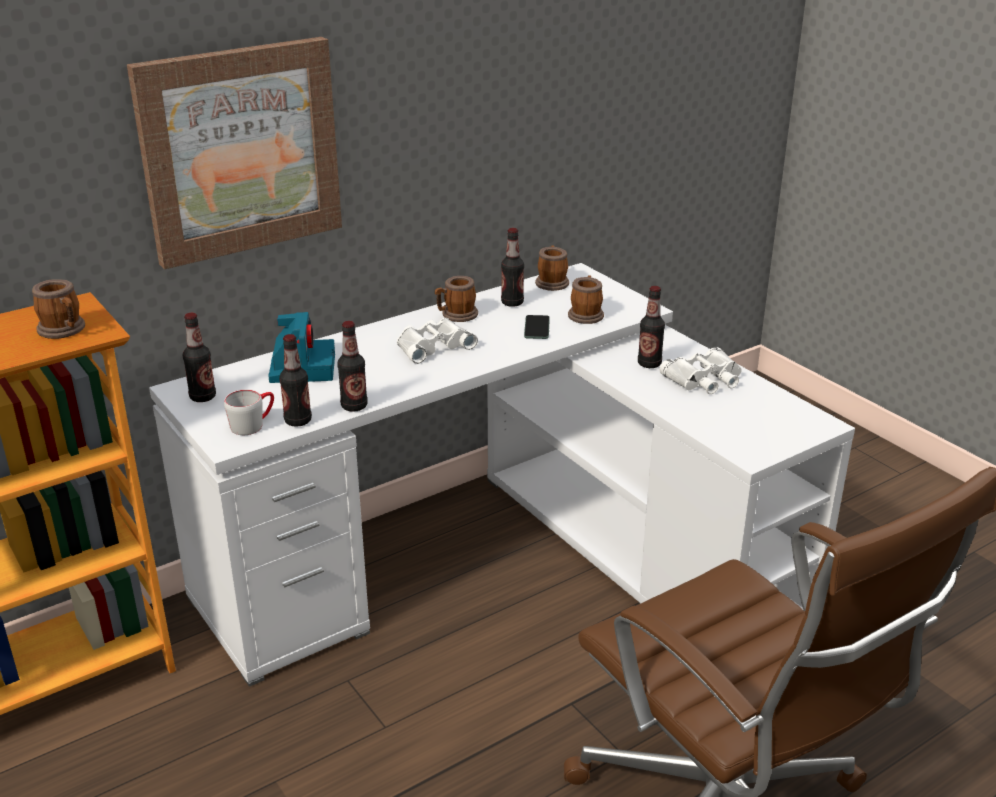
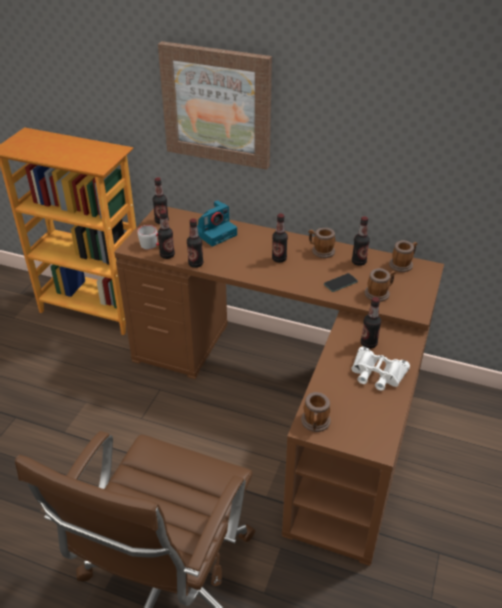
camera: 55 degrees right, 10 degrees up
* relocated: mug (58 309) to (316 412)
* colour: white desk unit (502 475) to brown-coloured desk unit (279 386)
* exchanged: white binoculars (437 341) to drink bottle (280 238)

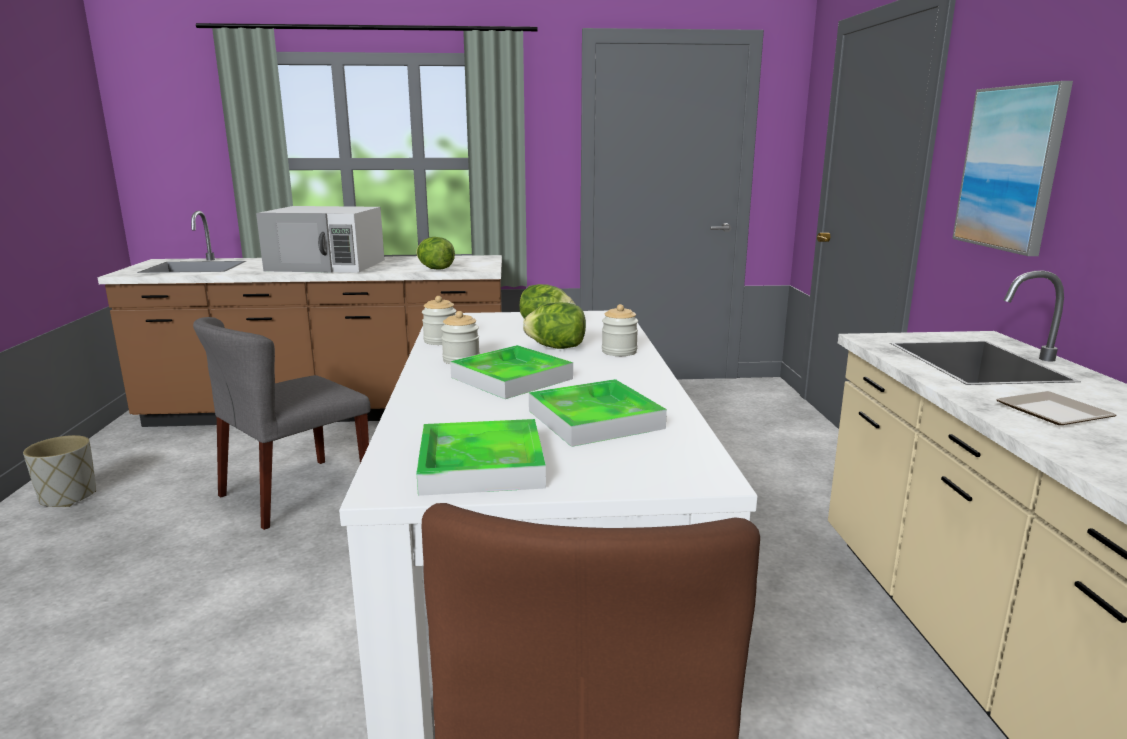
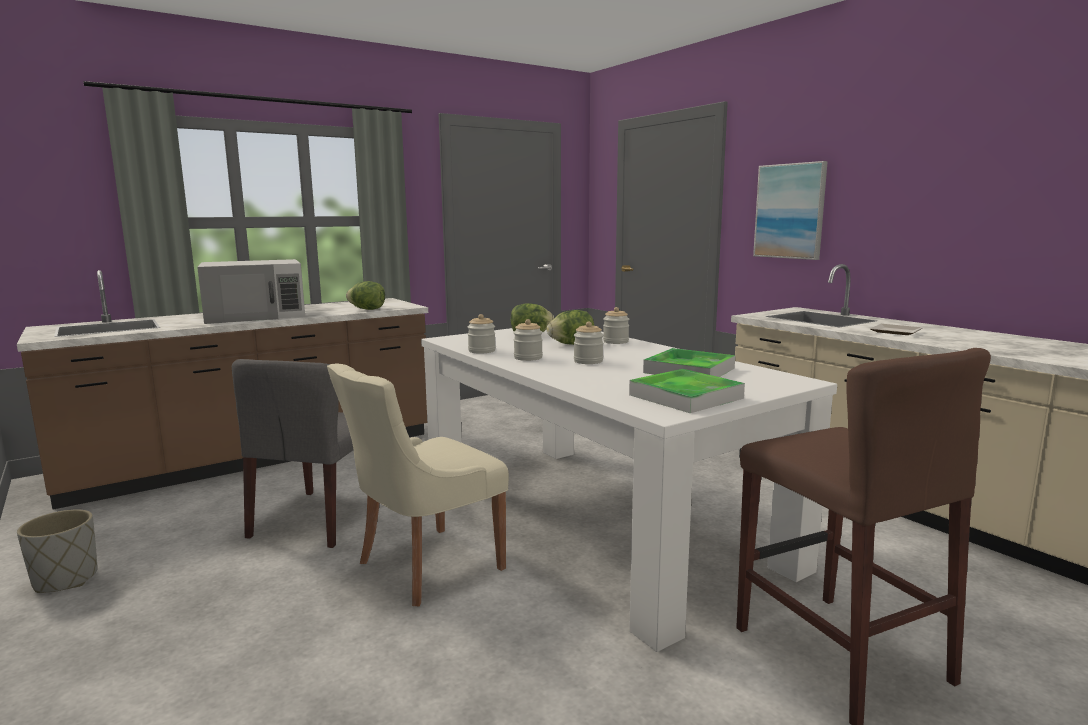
camera: 30 degrees left, 5 degrees down
* exchanged: carrying tray (511 372) to preserve jar (589 343)
* appeared: beige-coloured plain chair (418 484)

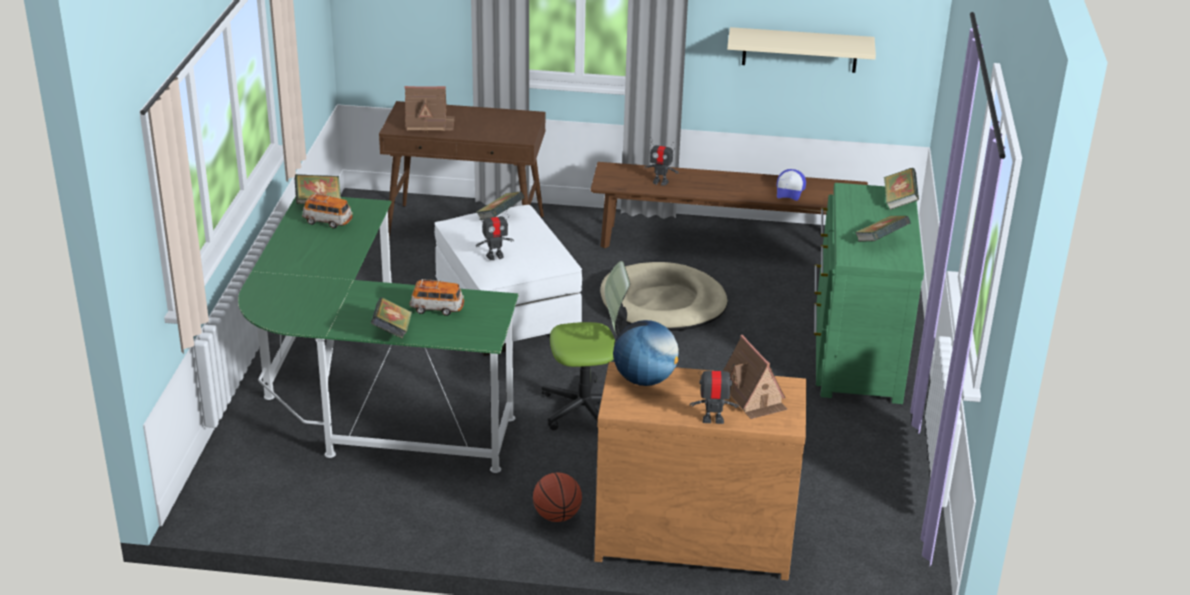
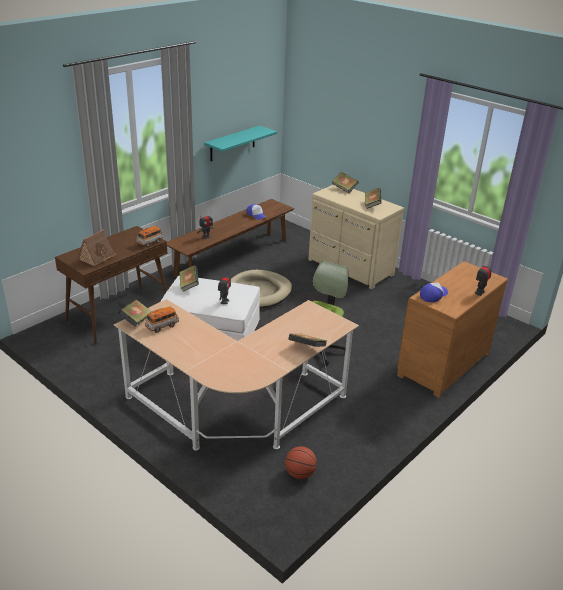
camera: 55 degrees left, 0 degrees up
* colour: green desk unit (378 334) to beige-coloured desk unit (236 375)
* relocated: toy car (436 297) to (149 236)
* relocated: basketball ball (557 497) to (301 462)
* exchanged: desk globe (646 353) to cap (434 292)
* missing: model house (755 377)
* colour: beige-coloured wall shelf (801 50) to turquoise wall shelf (240 143)
* colour: green drawer chest (869 293) to beige-coloured drawer chest (356 237)

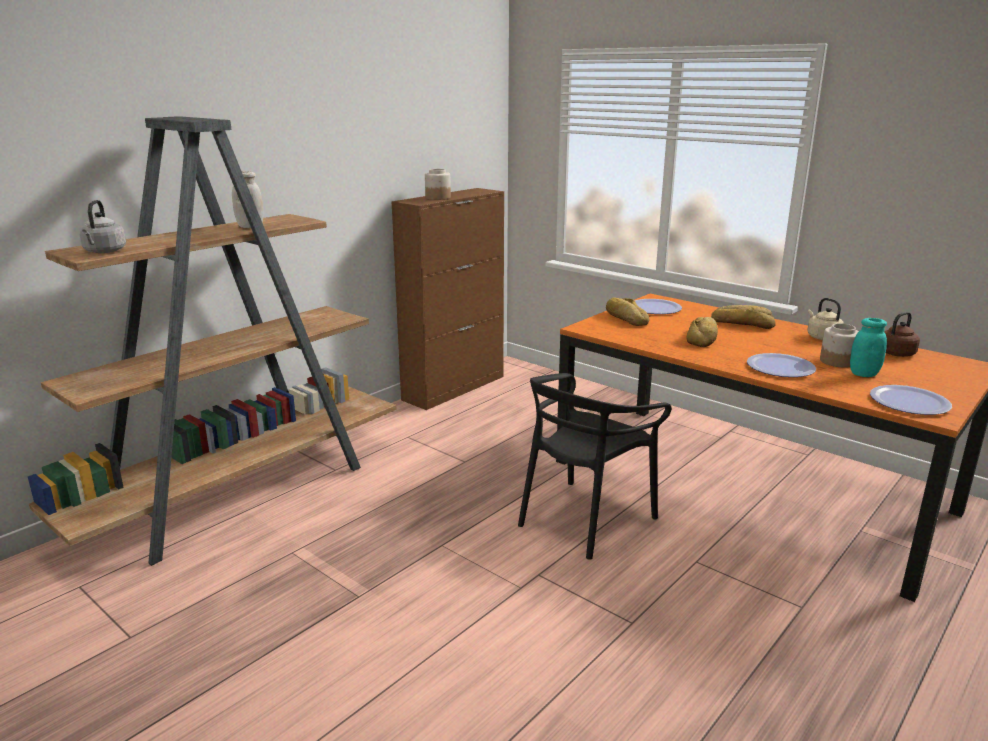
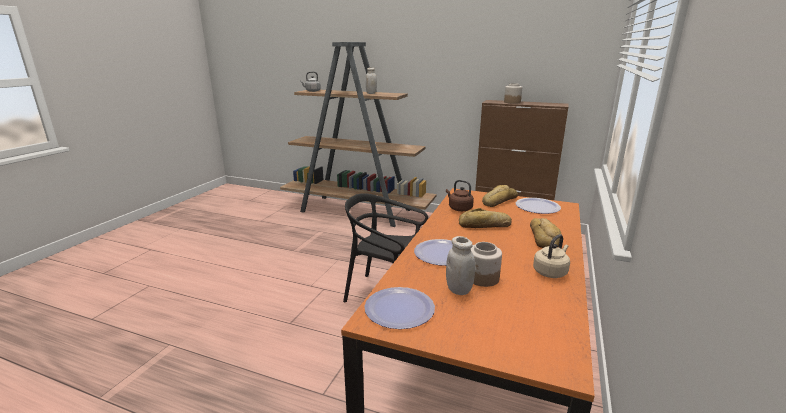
camera: 70 degrees right, 0 degrees up
* colour: turquoise preserve jar (868 347) to white preserve jar (460 265)
* relocated: brown-coloured kettle (902 334) to (460 195)

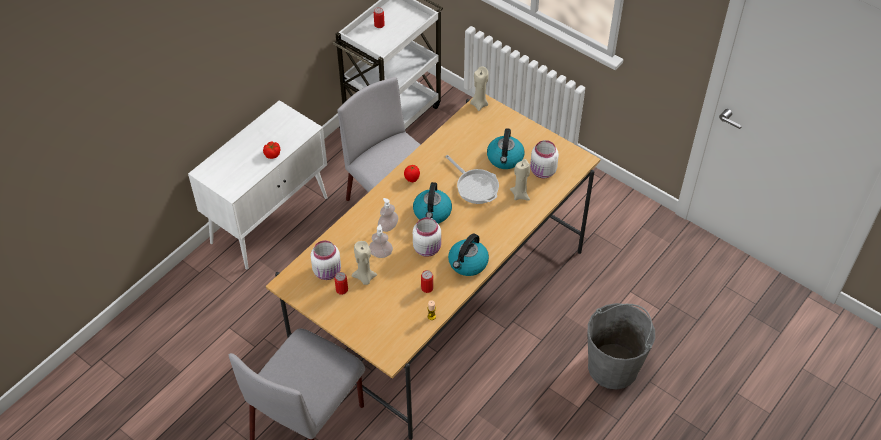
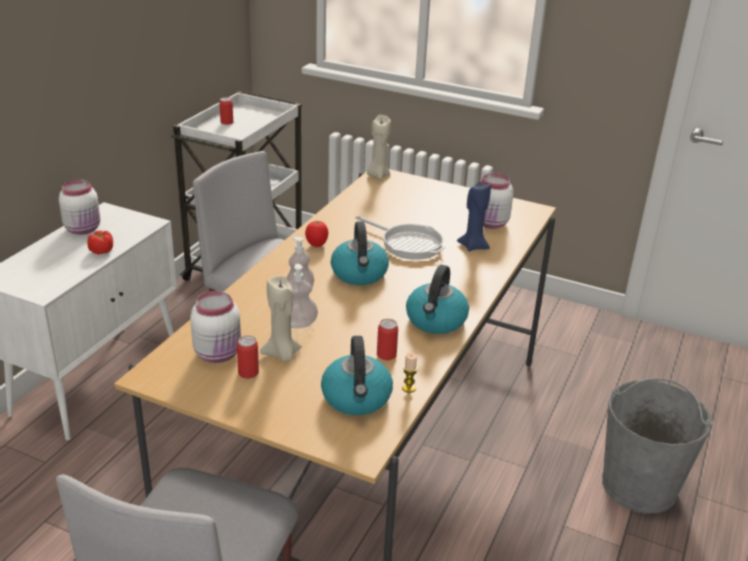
camera: 15 degrees left, 20 degrees down
* relocated: white preserve jar (427 237) to (79 207)
* relocated: kettle (505 148) to (357 375)
* colour: beige-coloured wax candle (520 180) to blue wax candle (474 216)

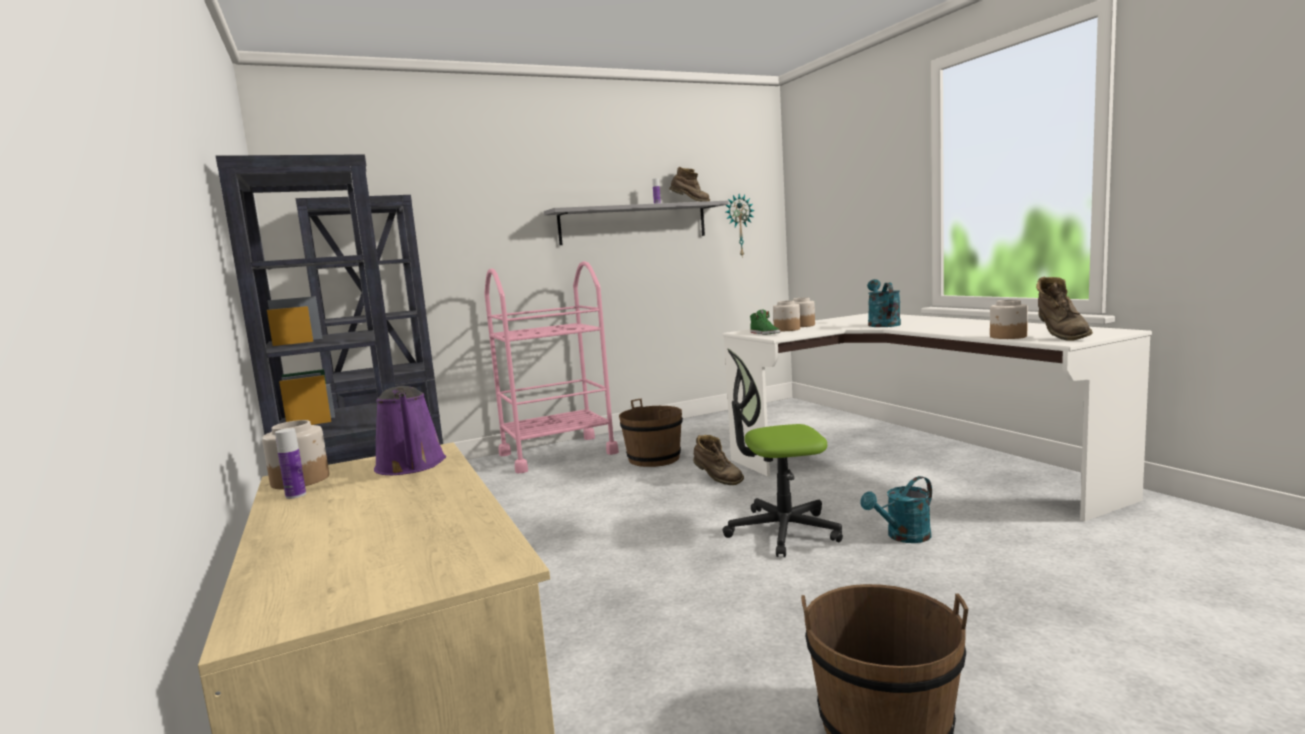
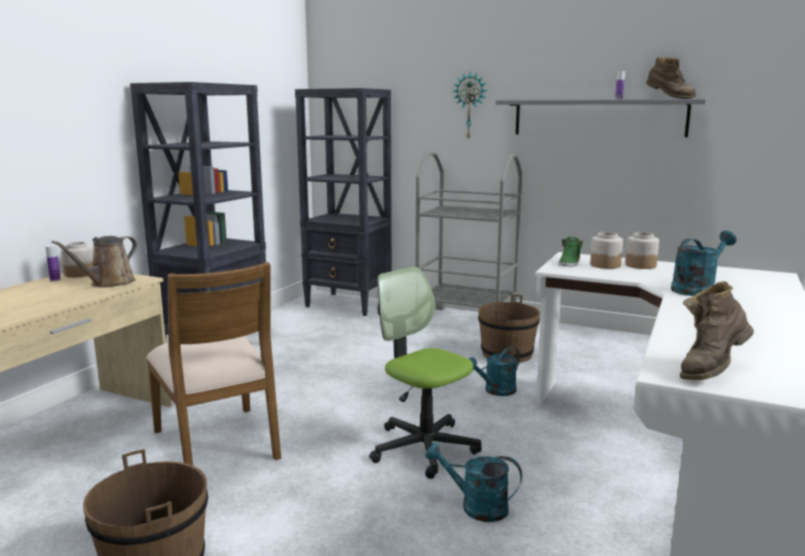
camera: 50 degrees right, 5 degrees up
* colour: purplish watering pot (410 430) to brown-coloured watering pot (94 262)
* colour: pinkish cart (551 367) to gray cart (469 230)
* exchanged: brown-coloured boot (718 460) to turquoise watering pot (494 371)
* relocated: hanging clock (740 225) to (470 105)
* missing: preserve jar (1009 319)
* appeared: brown-coloured plain chair (213 363)

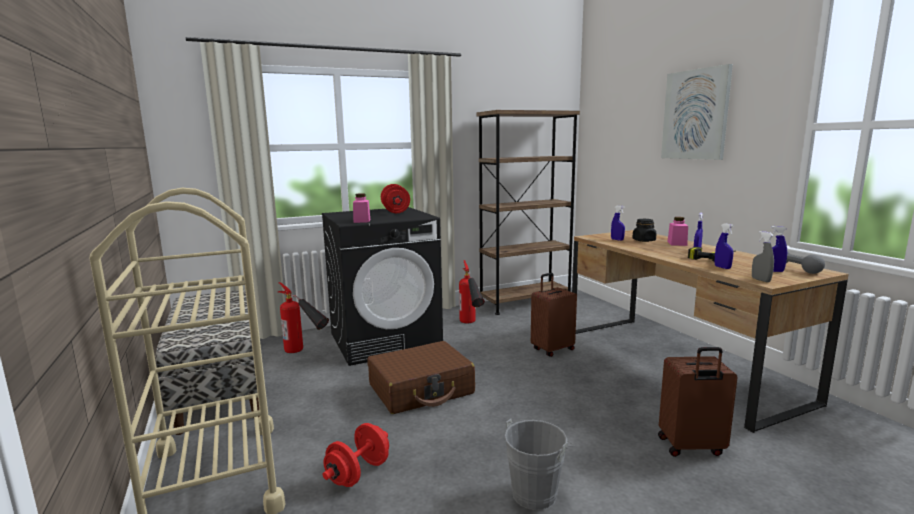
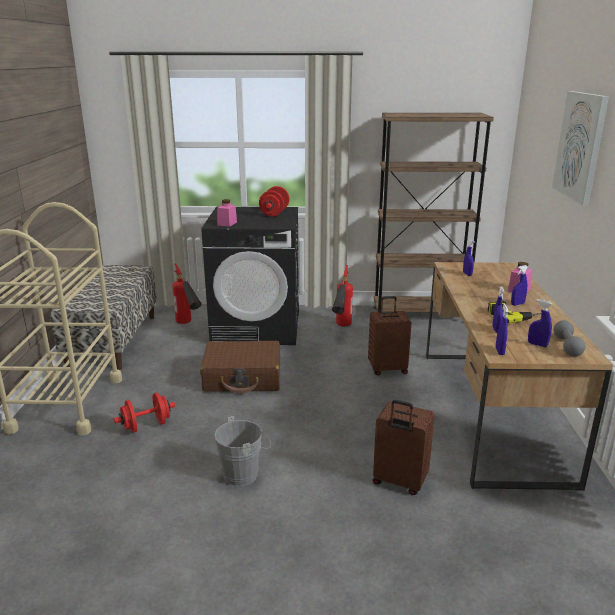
camera: 25 degrees right, 10 degrees up
* missing: blackish preserve jar (644 230)
* colour: gray sprayer (763 256) to blue sprayer (502 329)

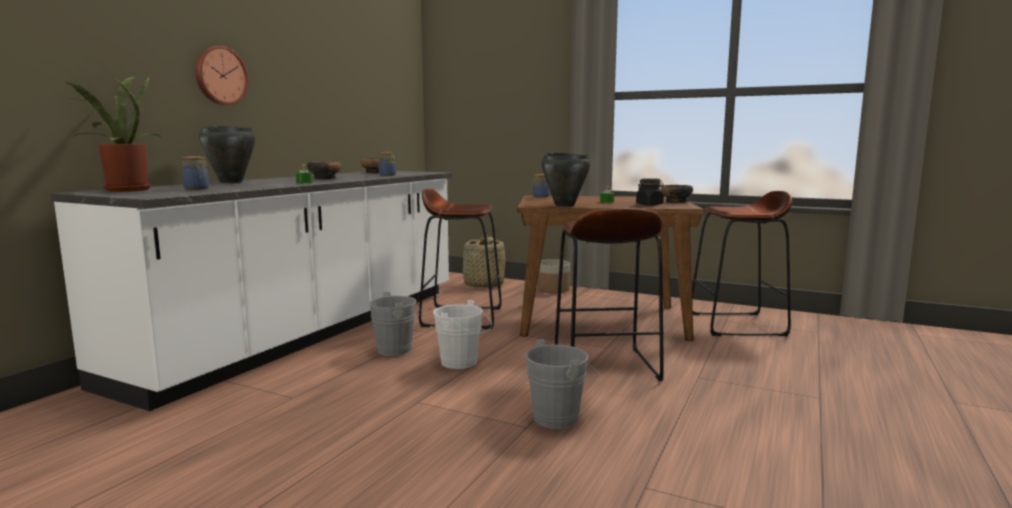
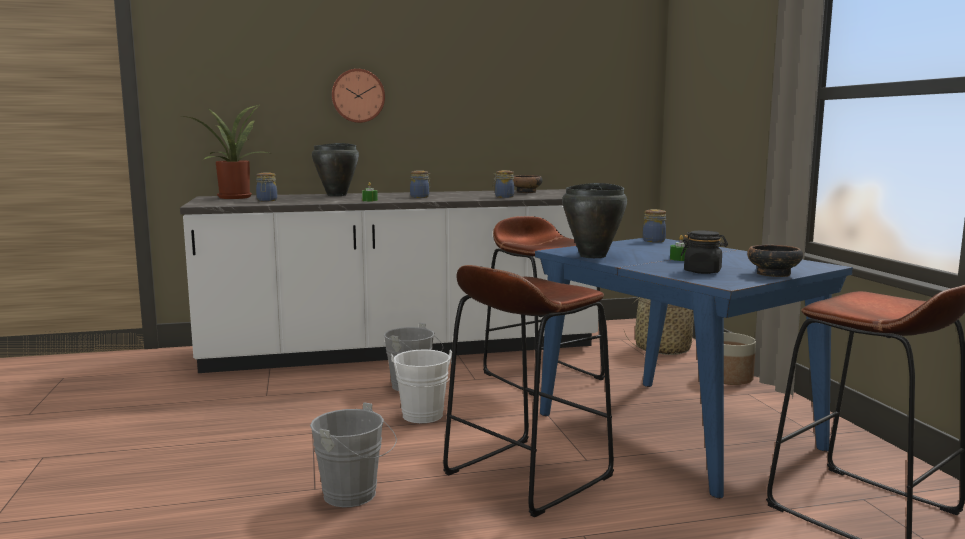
camera: 50 degrees right, 0 degrees up
* exchanged: bowl (324 171) to preserve jar (420 184)
* colour: brown-coloured kitchen table (611 268) to blue kitchen table (694 368)

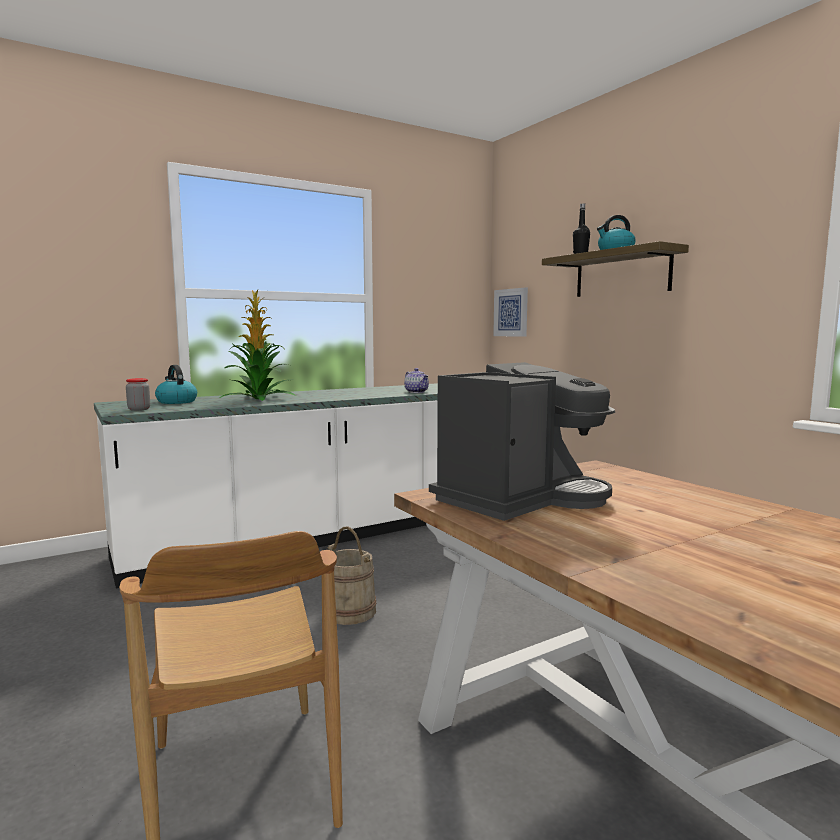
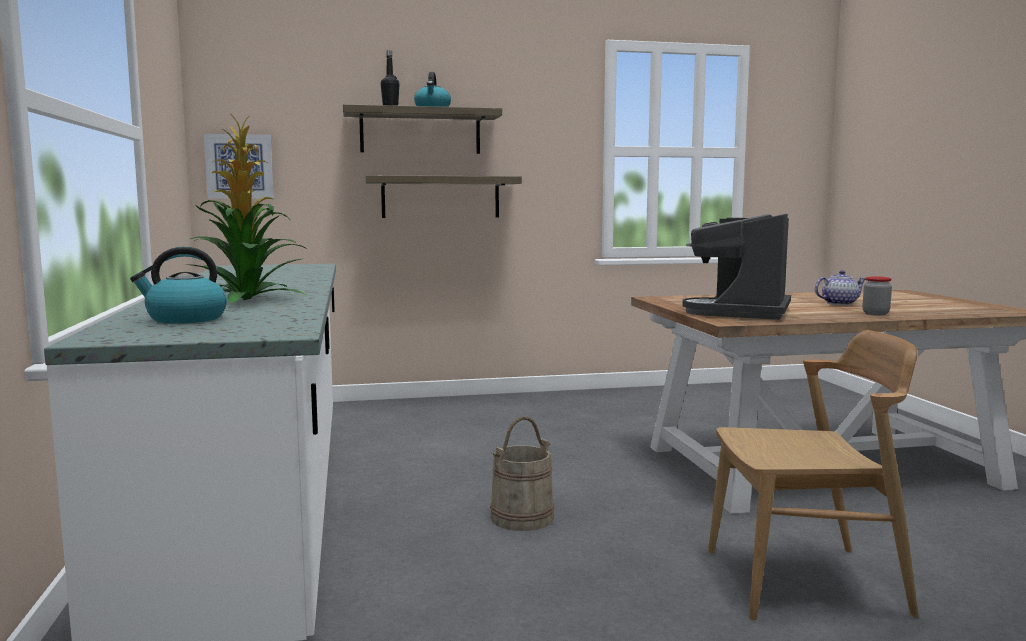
camera: 70 degrees left, 0 degrees up
* relocated: preserve jar (138 394) to (877 295)
* relocated: teapot (416 380) to (840 287)
* spun: coffee maker (522 441) = (736 267) 135 degrees counterclockwise
* appeared: wall shelf (443 196)

